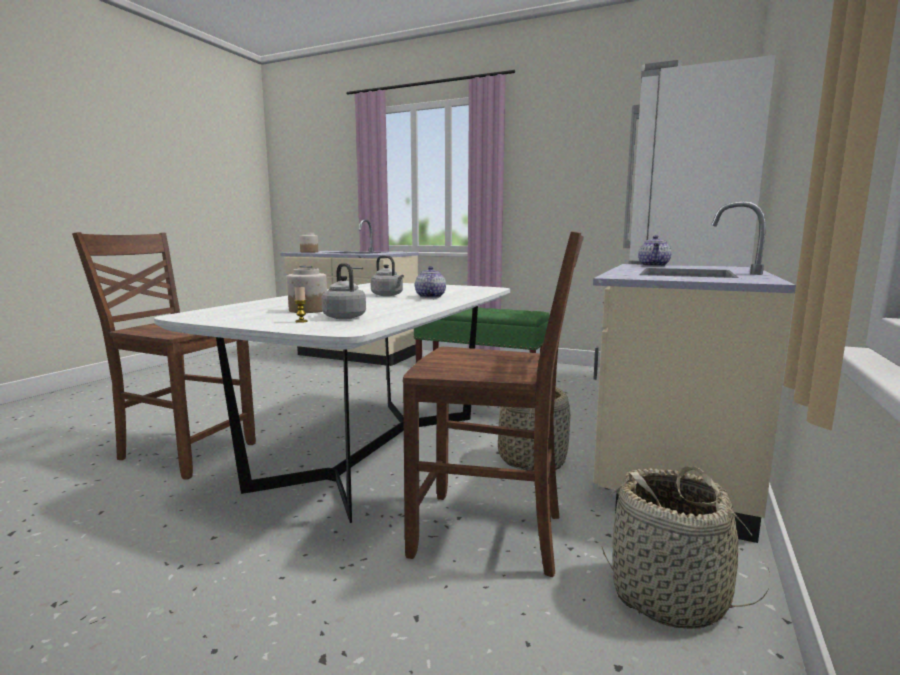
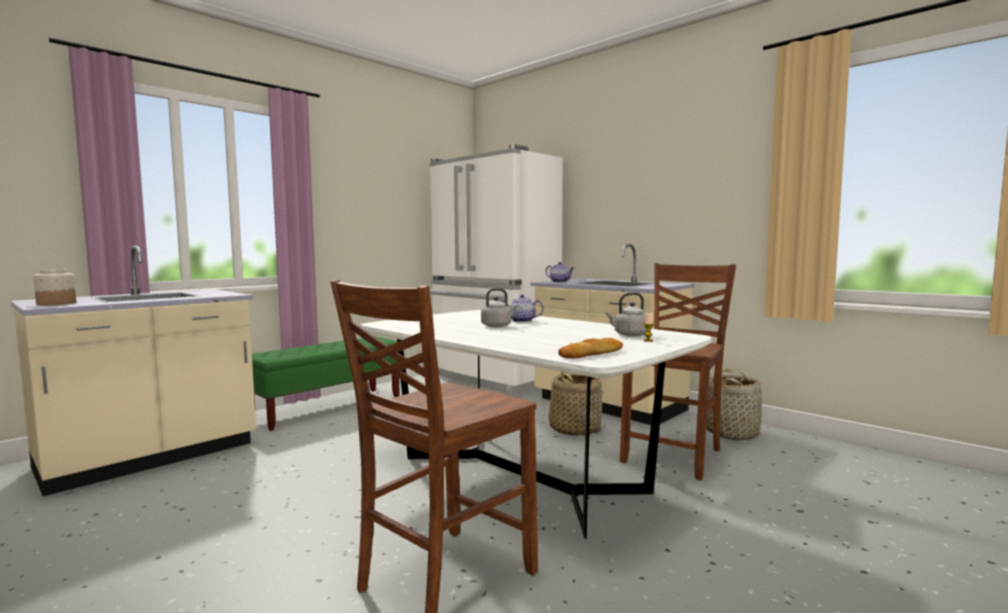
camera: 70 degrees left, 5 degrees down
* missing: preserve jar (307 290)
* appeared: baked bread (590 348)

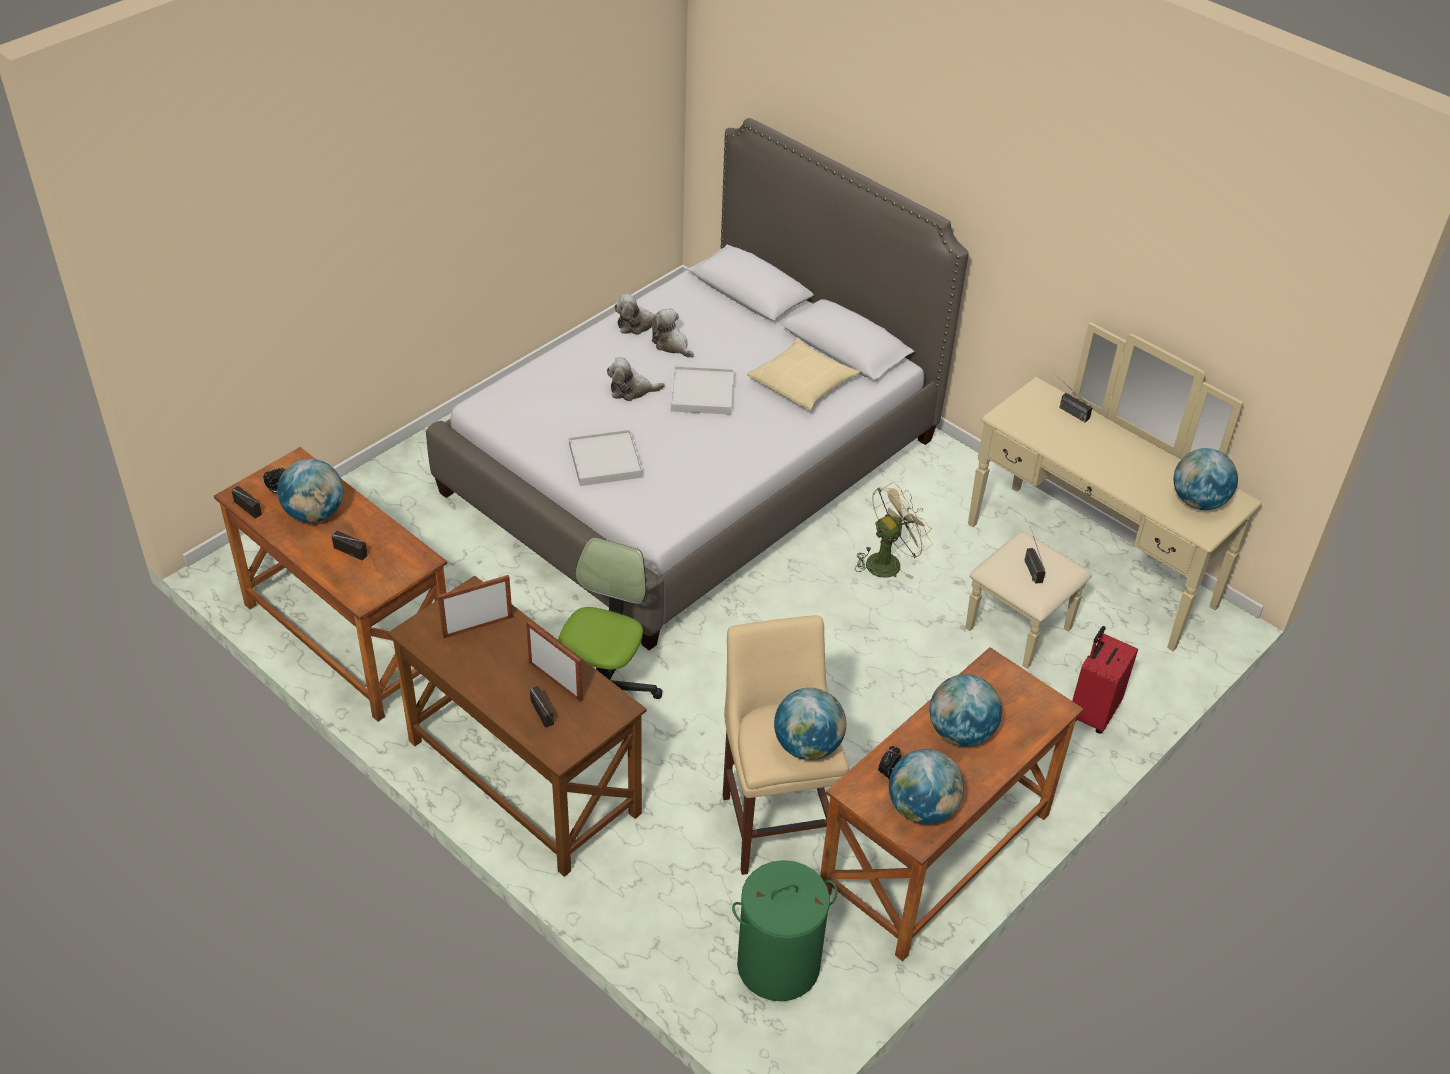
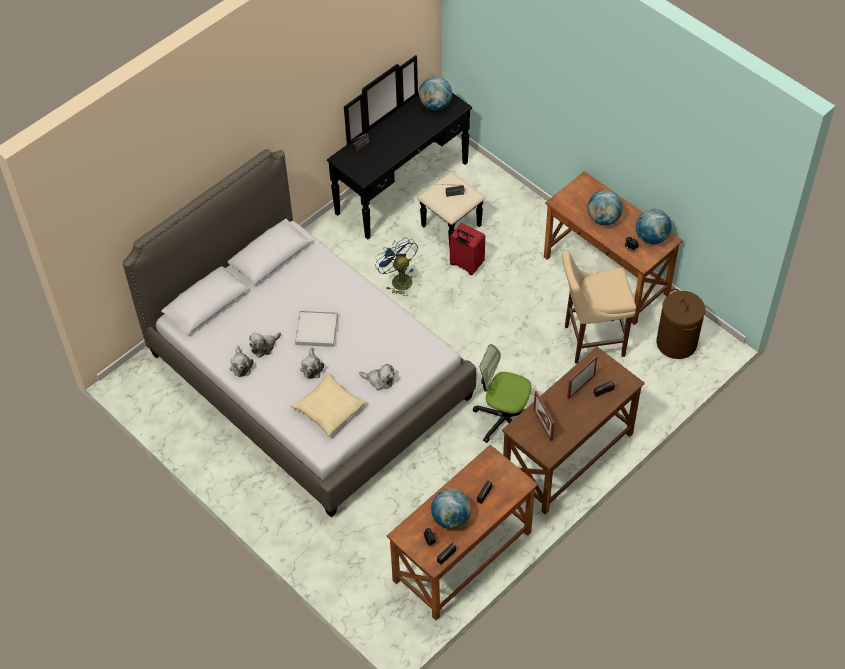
camera: 85 degrees left, 10 degrees up
* exchanged: white carrying tray (605 458) to soft toy (377 377)
* colour: green laundry basket (784 930) to brown-coloured laundry basket (680 324)
* relocated: beige-coloured throw pillow (803 374) to (329 405)
* missing: desk globe (810 724)
* colour: beige-coloured fan (893 530) to blue fan (396 266)
* colour: beige-coloured drawer chest (1113 495) to blackish drawer chest (406 151)
* relocated: reddish travel case (1105 680) to (467 249)

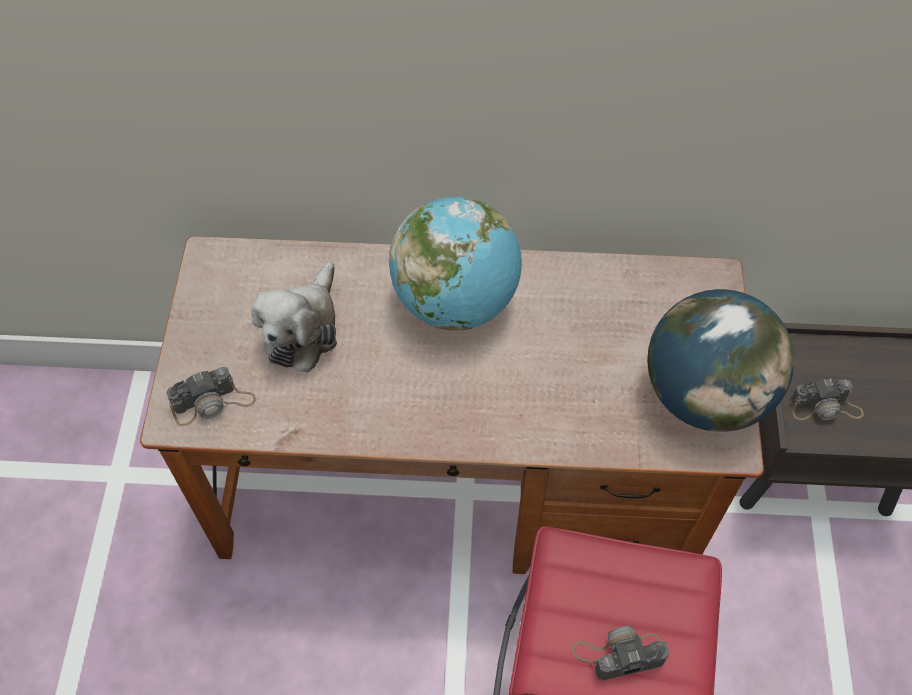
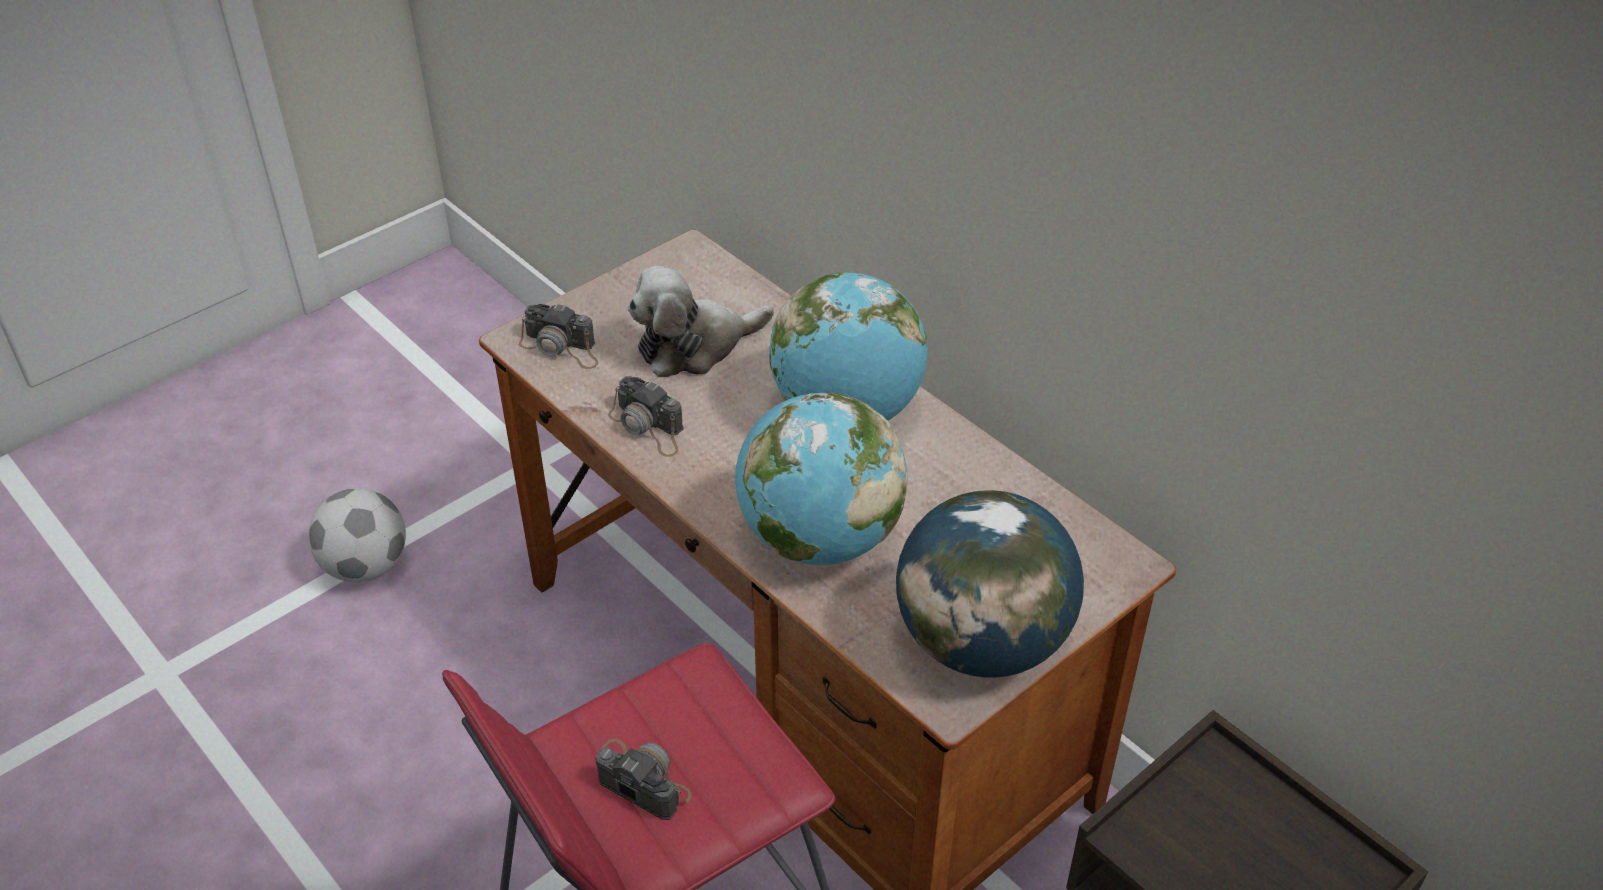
camera: 45 degrees right, 15 degrees down
* relocated: still camera (827 399) to (645 416)
* appeared: football ball (357 535)
* appeared: desk globe (821 478)

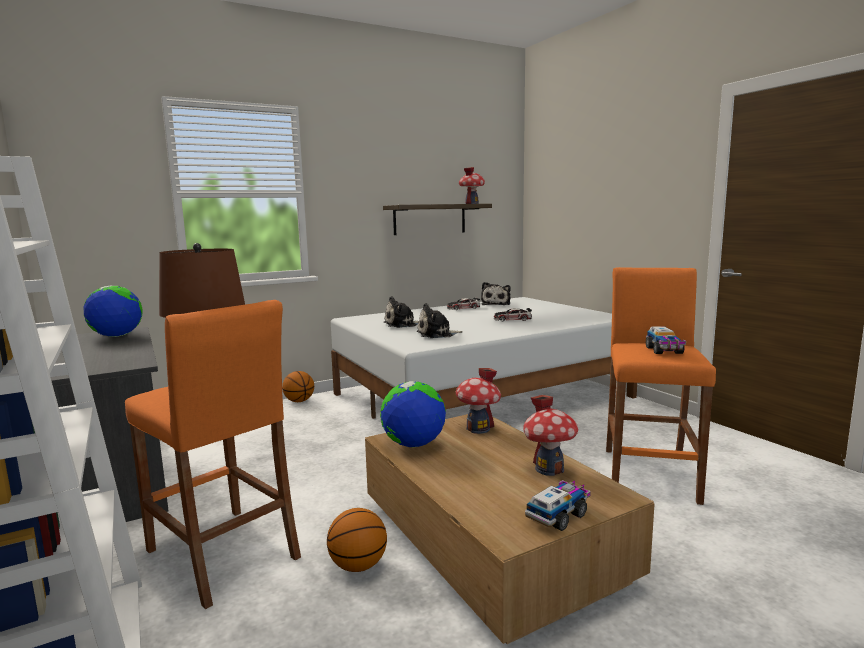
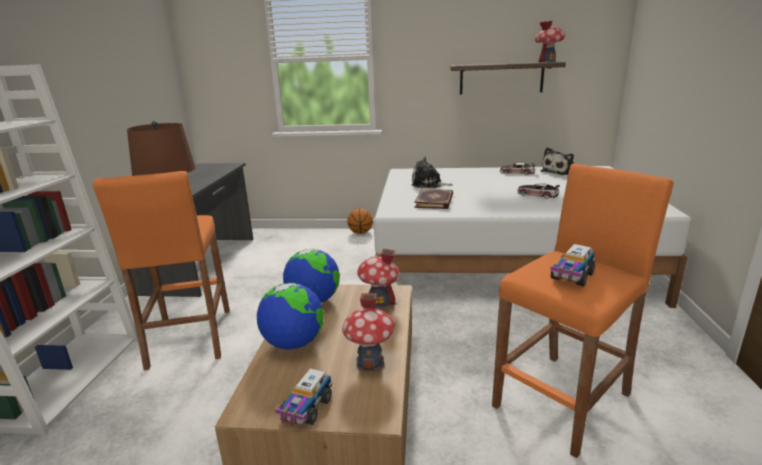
camera: 35 degrees right, 10 degrees up
* relocated: desk globe (113 311) to (290 316)
* missing: basketball ball (357 540)
* exchanged: soft toy (440 320) to volume (433 199)
* spun: model truck (558 505) = (303 397) 120 degrees clockwise

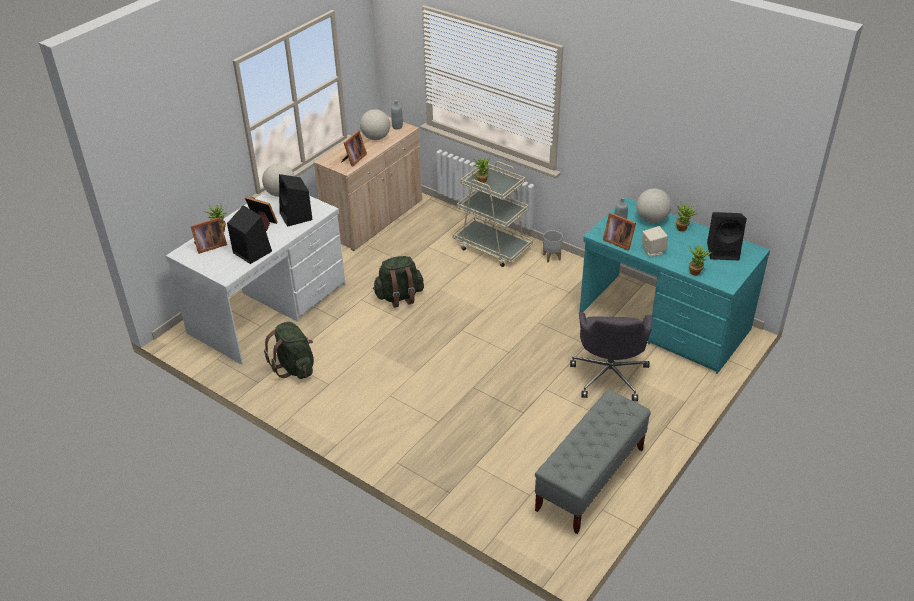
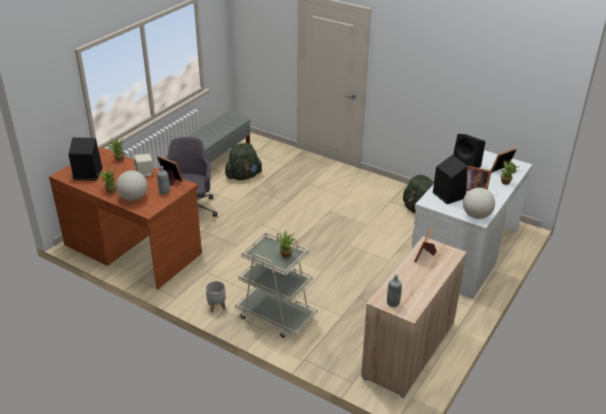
camera: 175 degrees right, 5 degrees down
* missing: desk globe (375 124)
* relocated: green backpack (398 282) to (243 161)
* colour: turquoise desk unit (675 285) to brown-coloured desk unit (125 218)

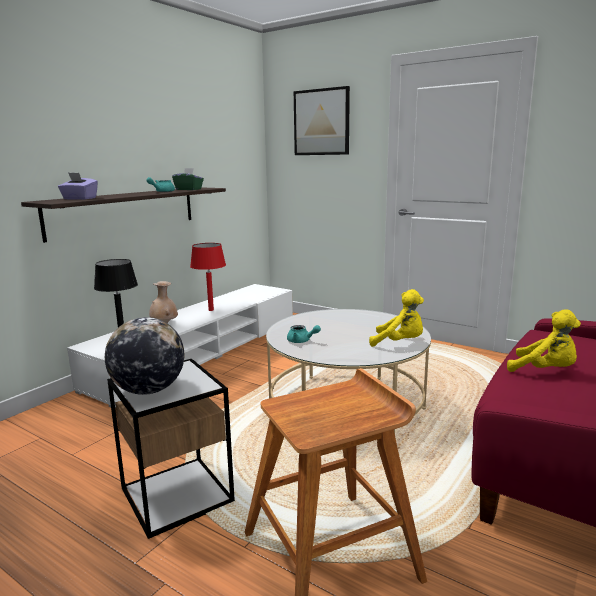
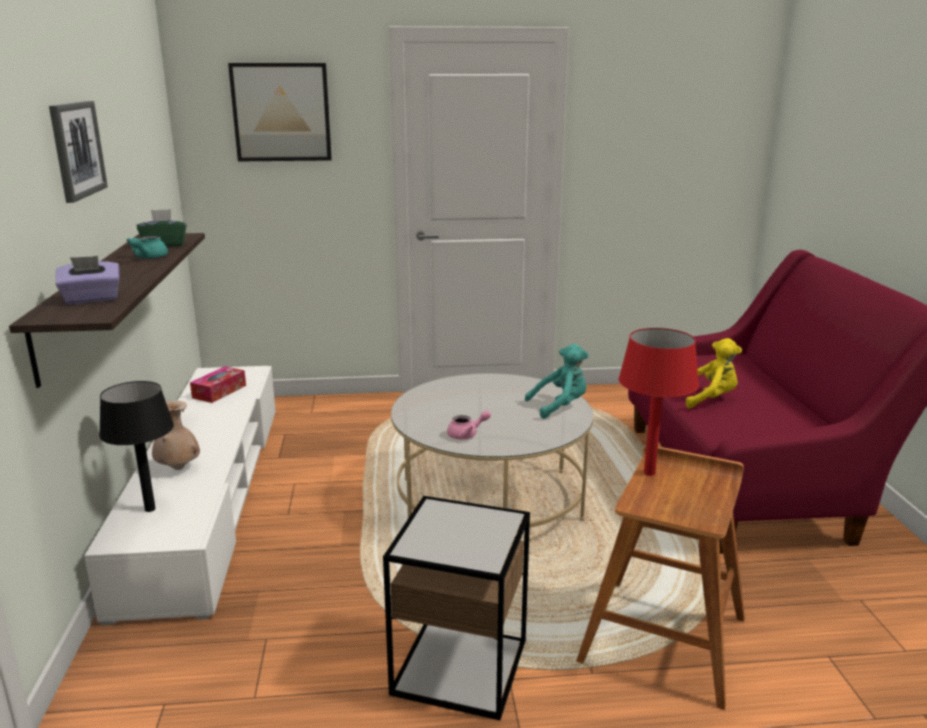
camera: 40 degrees left, 5 degrees up
* missing: desk globe (144 356)
* relocated: reddish table lamp (208 277) to (659 402)
* colour: turquoise teapot (304 334) to pinkish teapot (469 424)
* colour: yellow soft toy (396 318) to turquoise soft toy (557 381)
* appeared: picture (78 152)
* appeared: tissue holder (218 384)

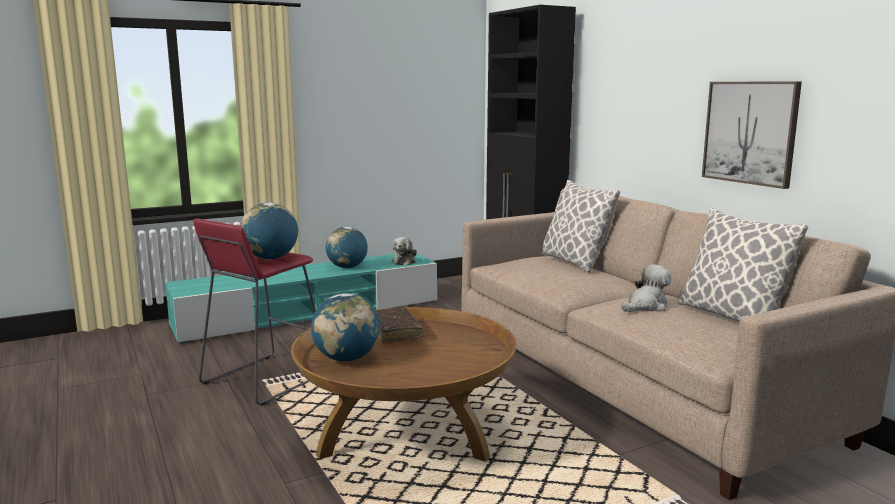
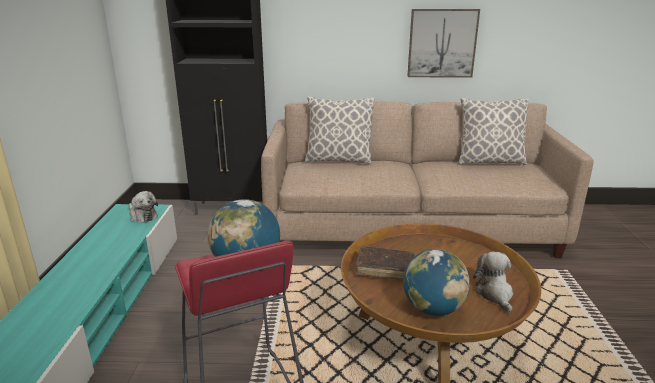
camera: 60 degrees left, 10 degrees up
* missing: desk globe (347 247)
* relocated: soft toy (646 288) to (493 282)

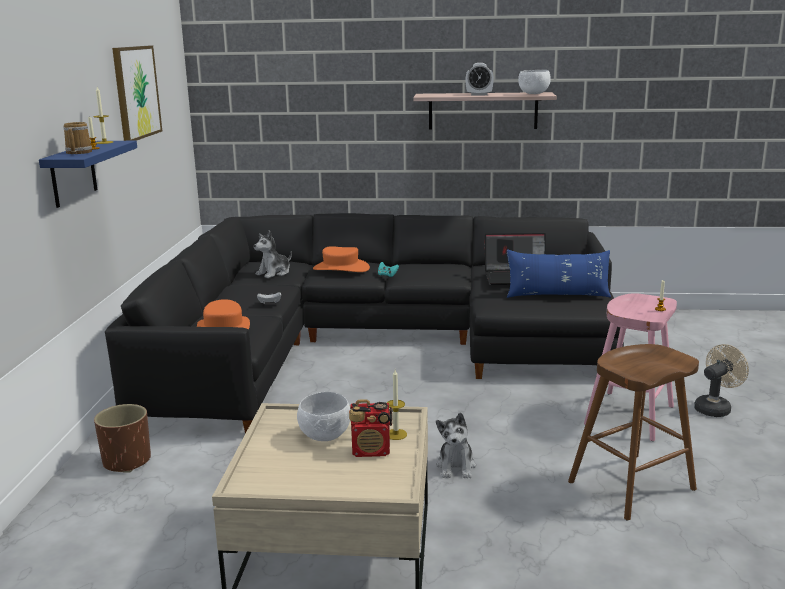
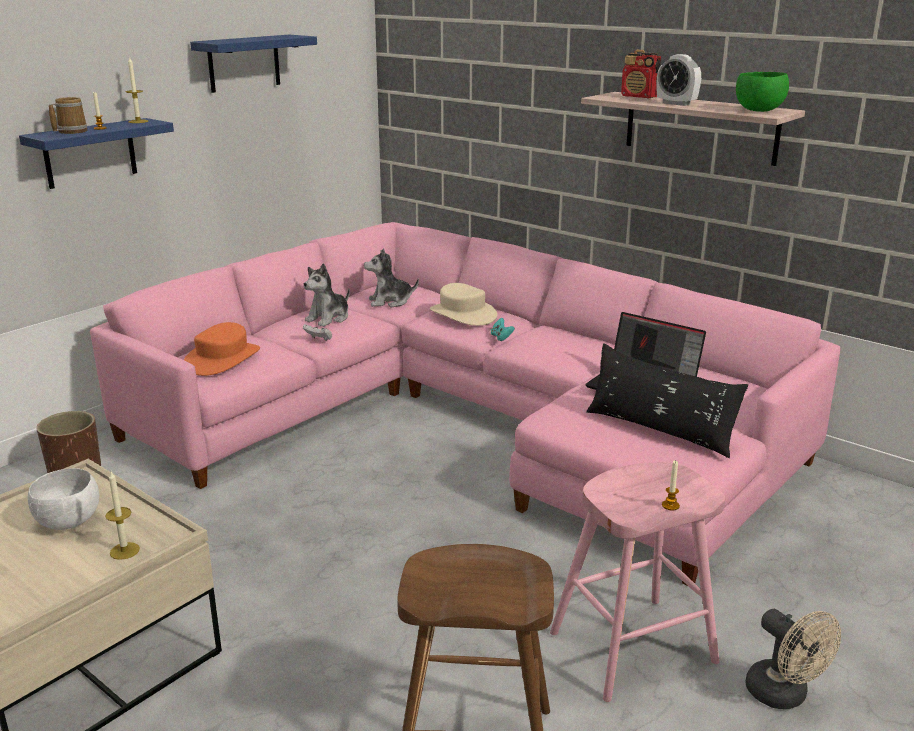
camera: 35 degrees right, 5 degrees up
* colour: blackish settee (364 323) to pinkish settee (465 403)
* exchanged: picture (137 93) to blue wall shelf (253 64)
* colour: orange clothing hat (341 259) to beige-coloured clothing hat (463 304)
* relocated: radio set (370 428) to (641 74)
* relocated: soft toy (456 445) to (326 295)
* colour: blue throw pillow (559 274) to blackish throw pillow (667 400)
* colour: white bowl (534 82) to green bowl (762 92)
* spun: beige-coloured fan (721 380) = (793 659) 60 degrees clockwise

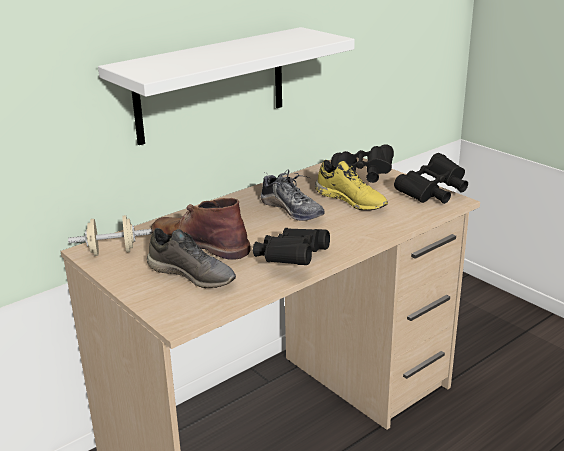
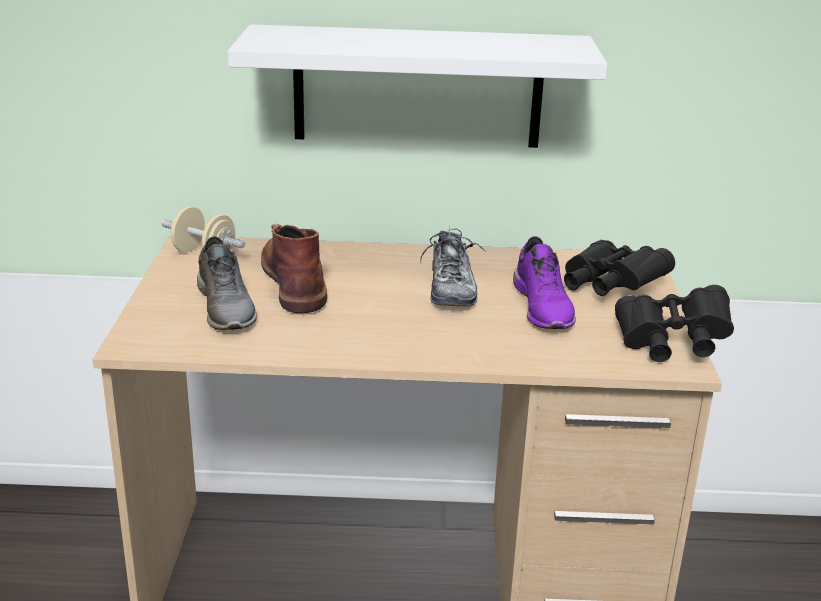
camera: 40 degrees right, 0 degrees up
* missing: blackish binoculars (291 246)
* colour: yellow shoe (351 185) to purplish shoe (544 282)

